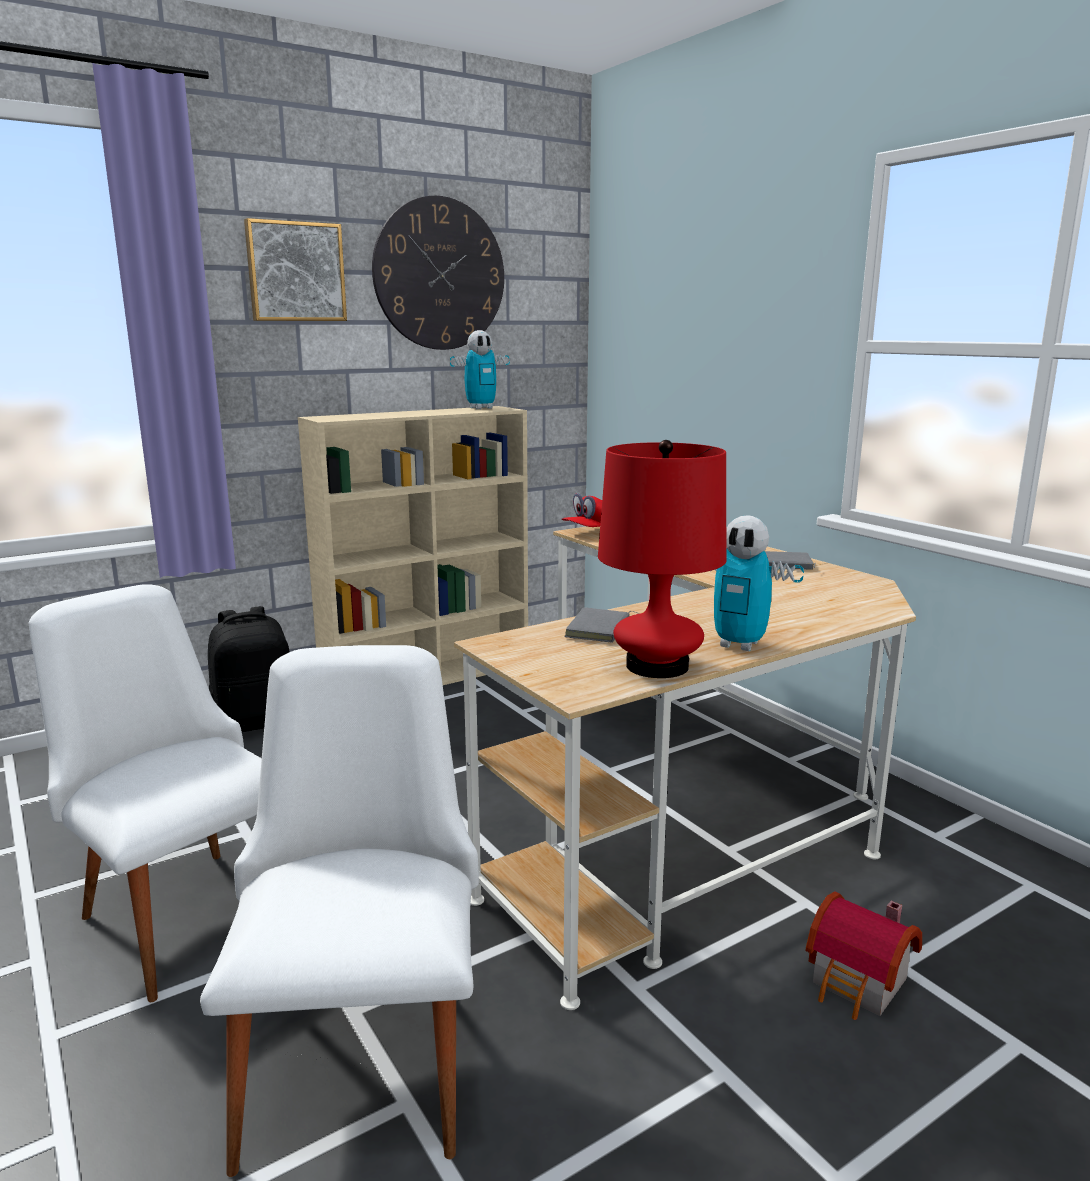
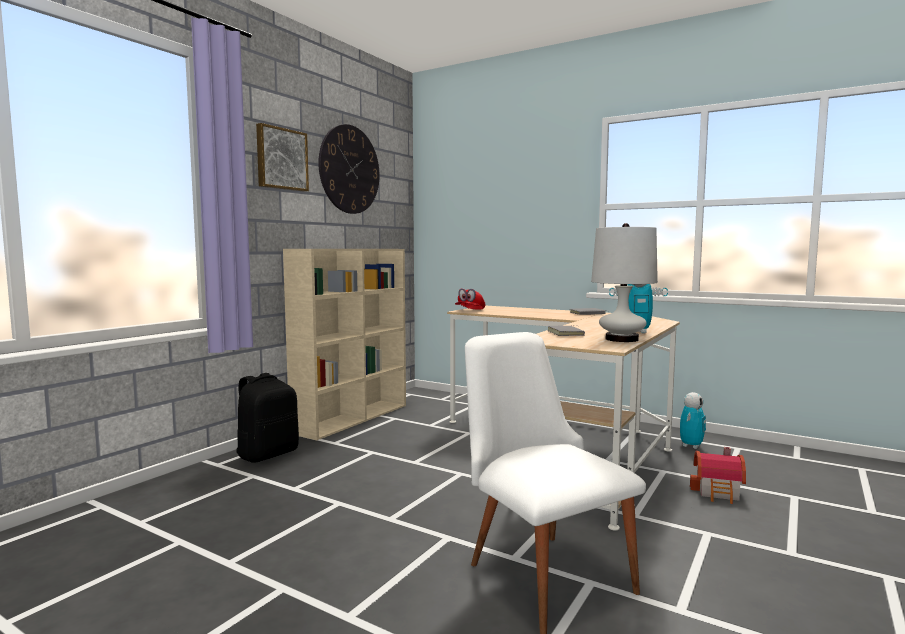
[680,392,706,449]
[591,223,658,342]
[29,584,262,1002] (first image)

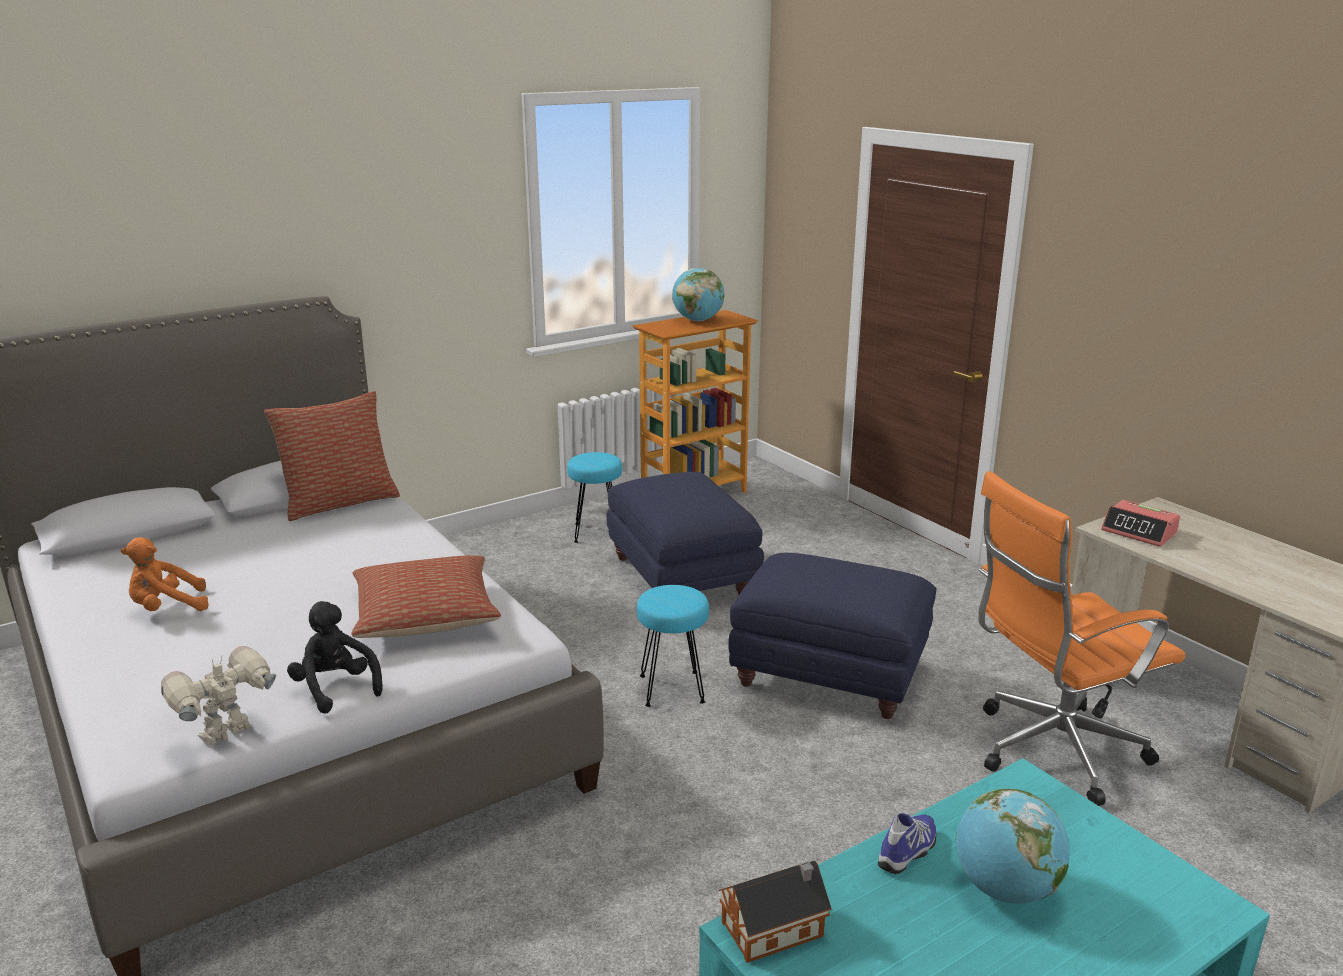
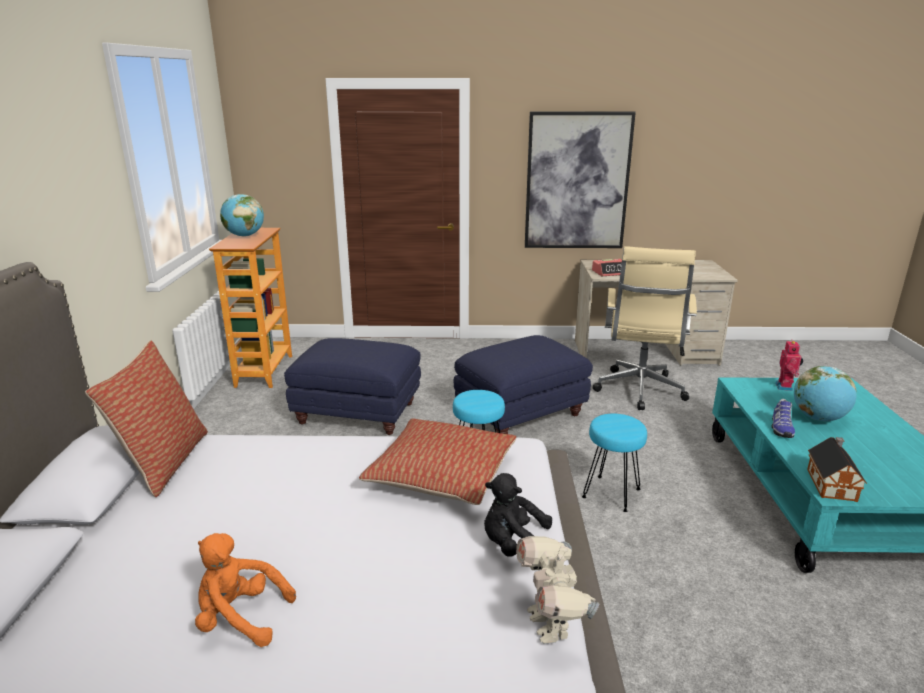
[582,413,647,512]
[593,246,697,410]
[195,533,296,647]
[772,399,795,438]
[525,112,636,248]
[775,340,803,391]

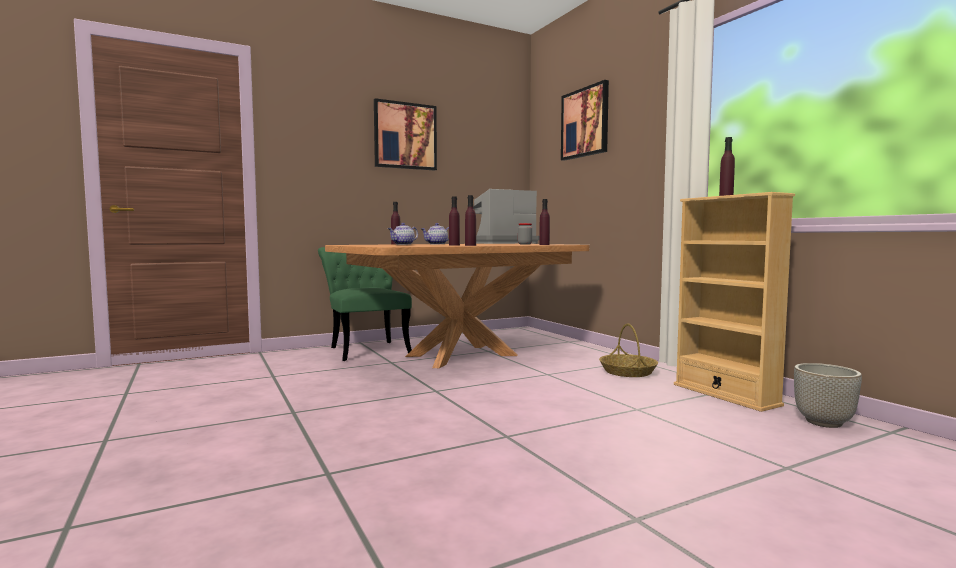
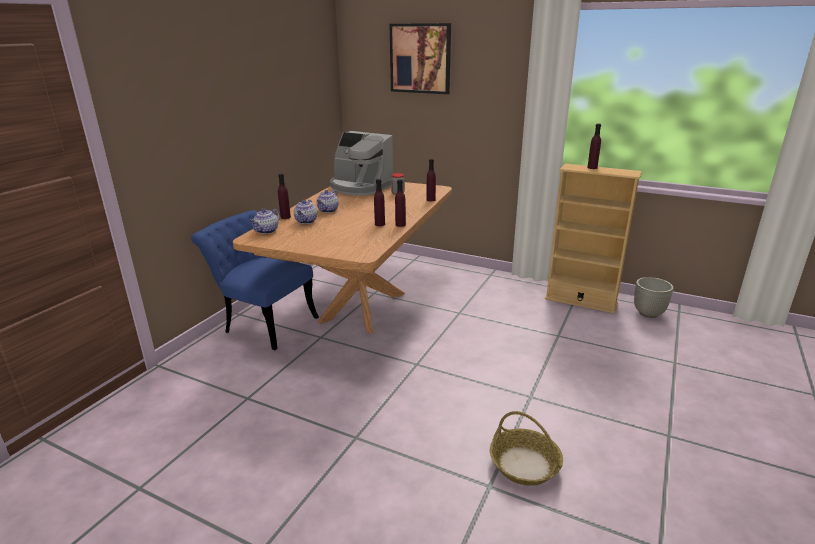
[374,98,437,171] (first image)
[330,131,393,196]
[191,210,319,350]
[490,411,563,486]
[250,209,280,234]

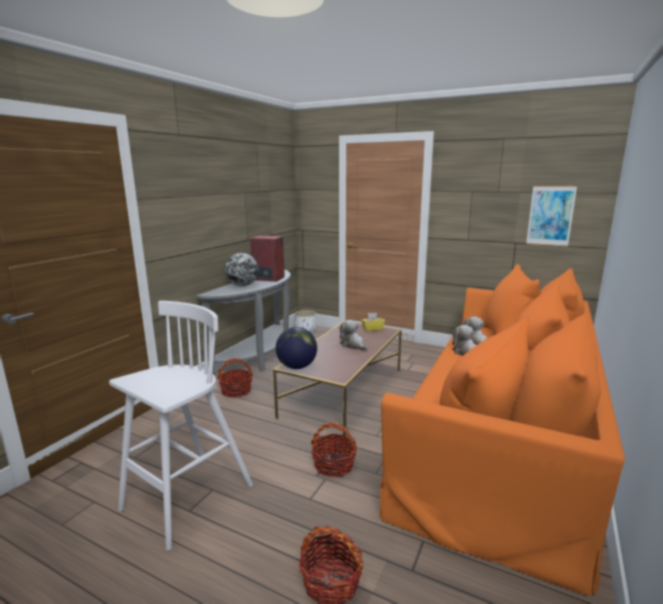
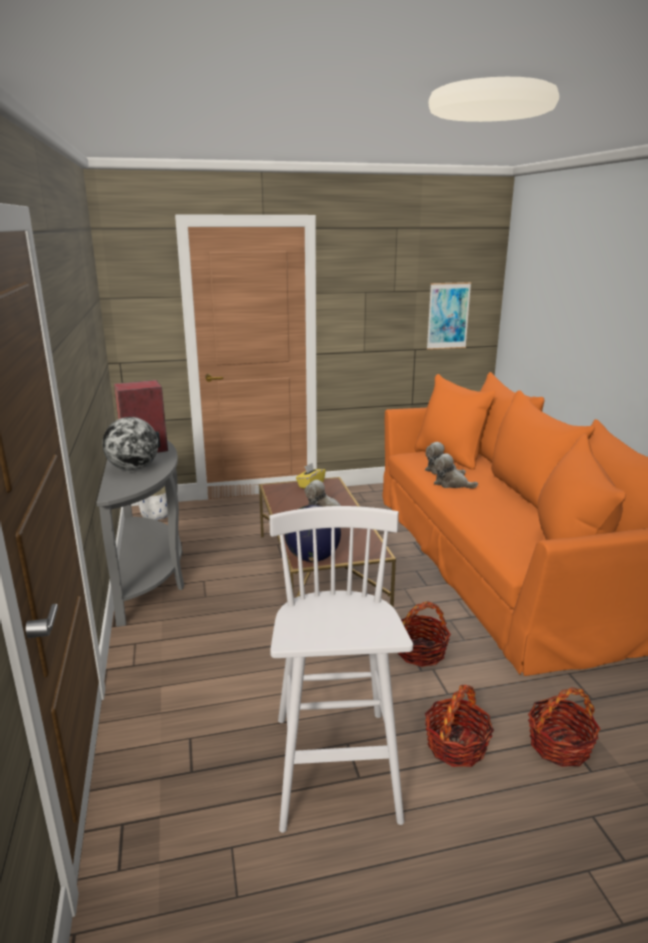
[425,685,494,767]

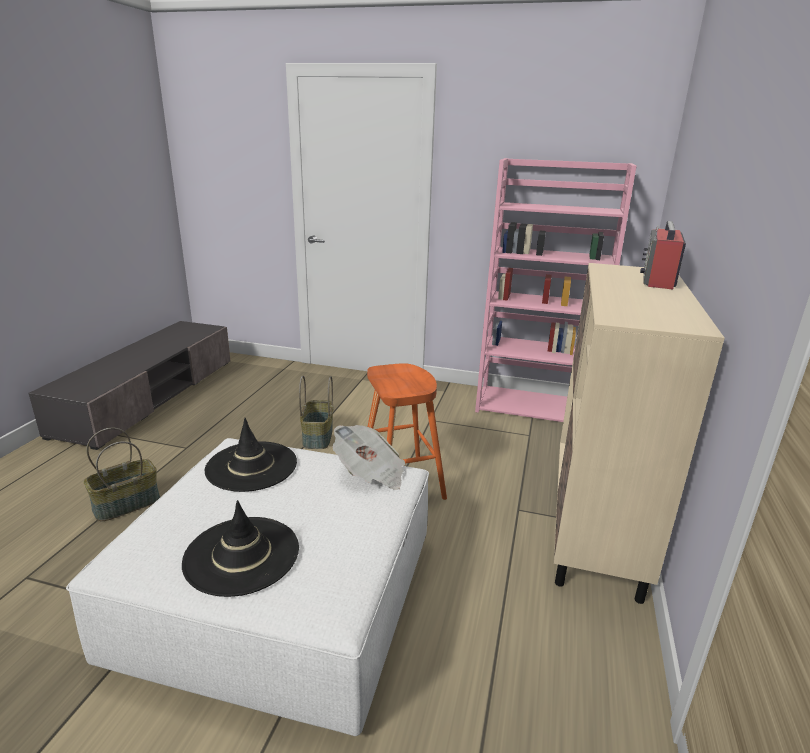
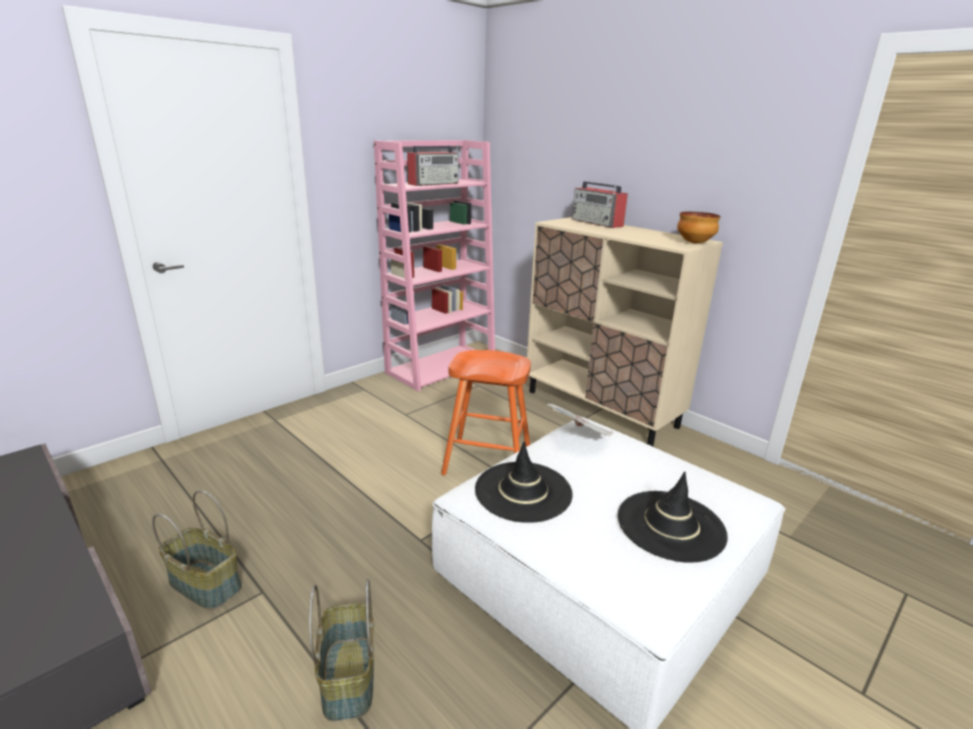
[152,490,242,610]
[407,144,458,186]
[677,212,721,243]

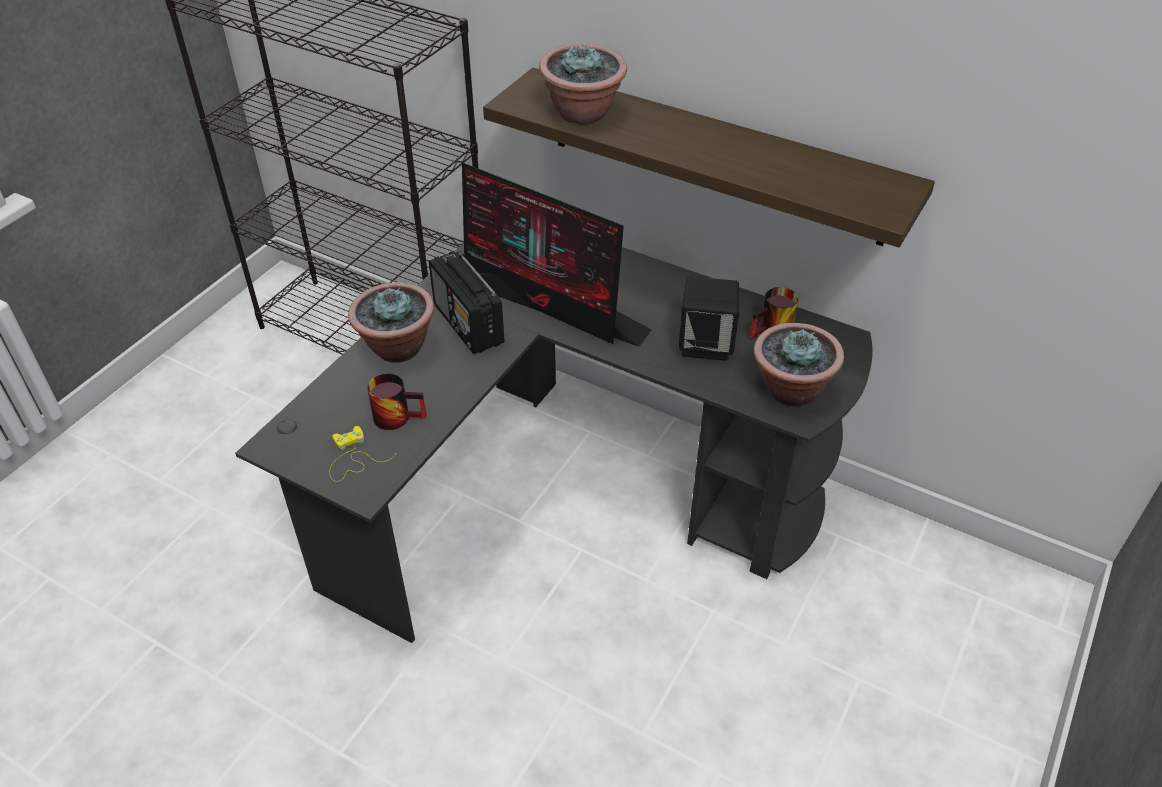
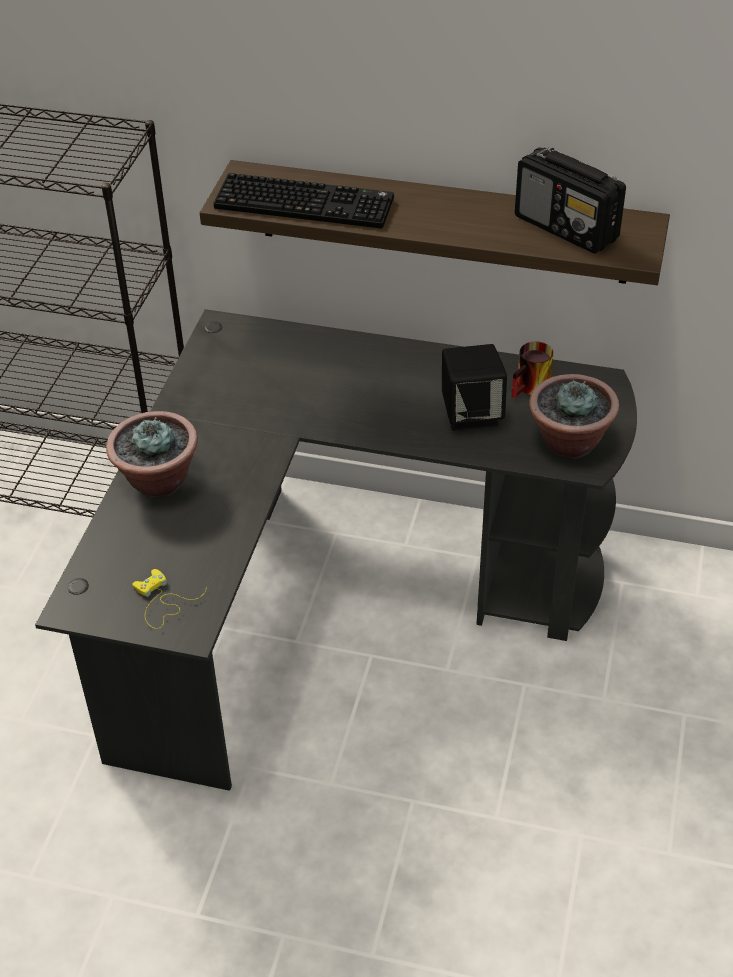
[213,173,394,229]
[462,162,652,347] (first image)
[515,147,626,254]
[367,373,427,430] (first image)

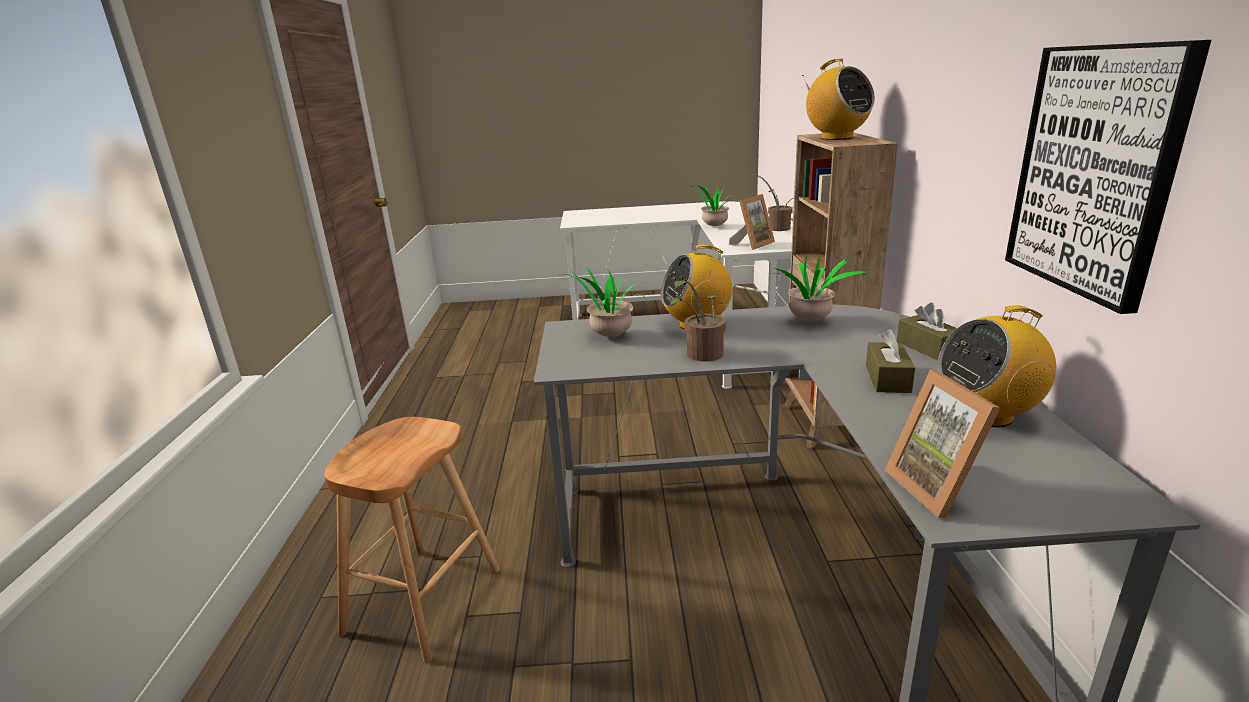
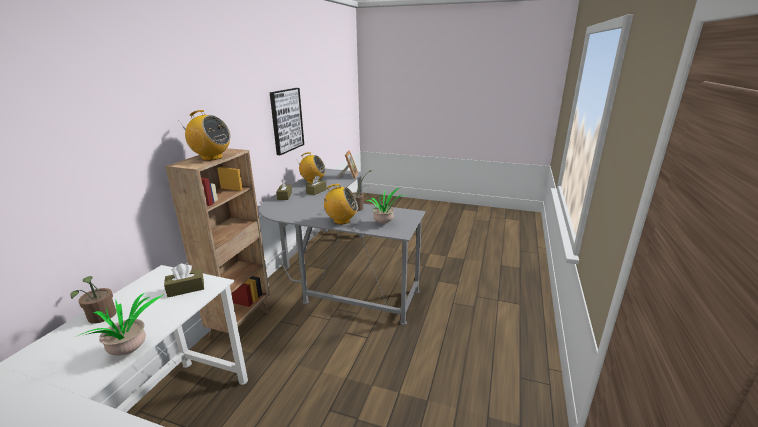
[178,110,231,161]
[164,264,204,297]
[769,255,869,321] (first image)
[324,417,500,663] (first image)

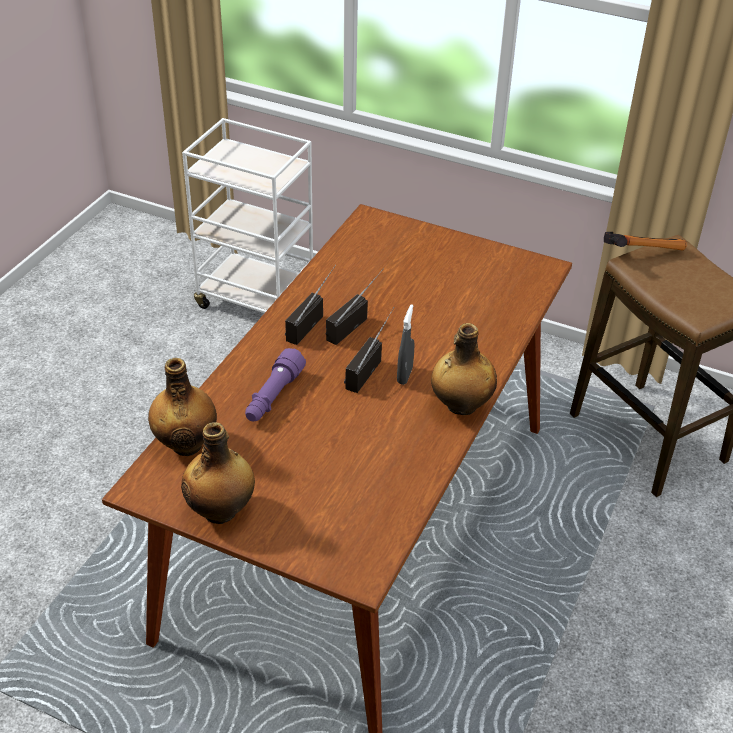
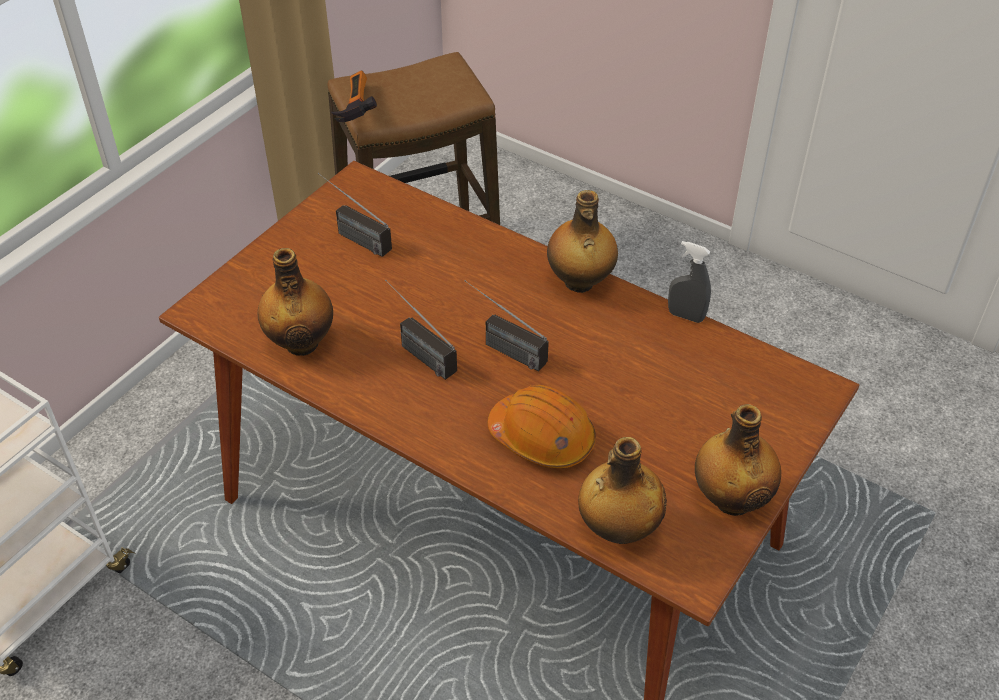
[318,173,392,257]
[668,241,711,323]
[488,385,596,468]
[258,248,333,356]

